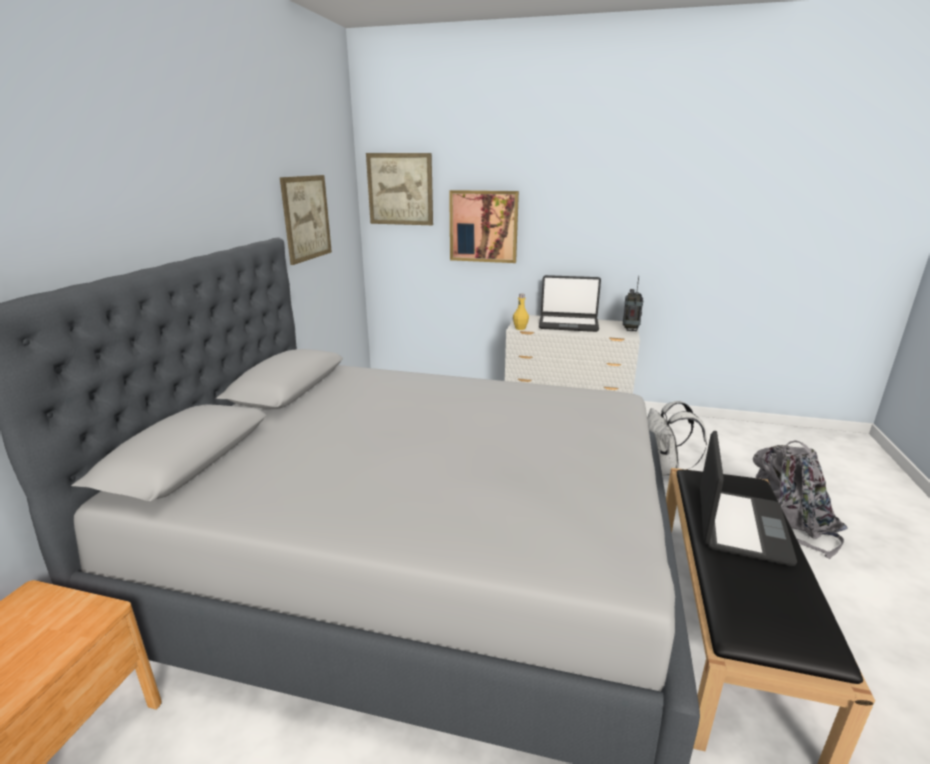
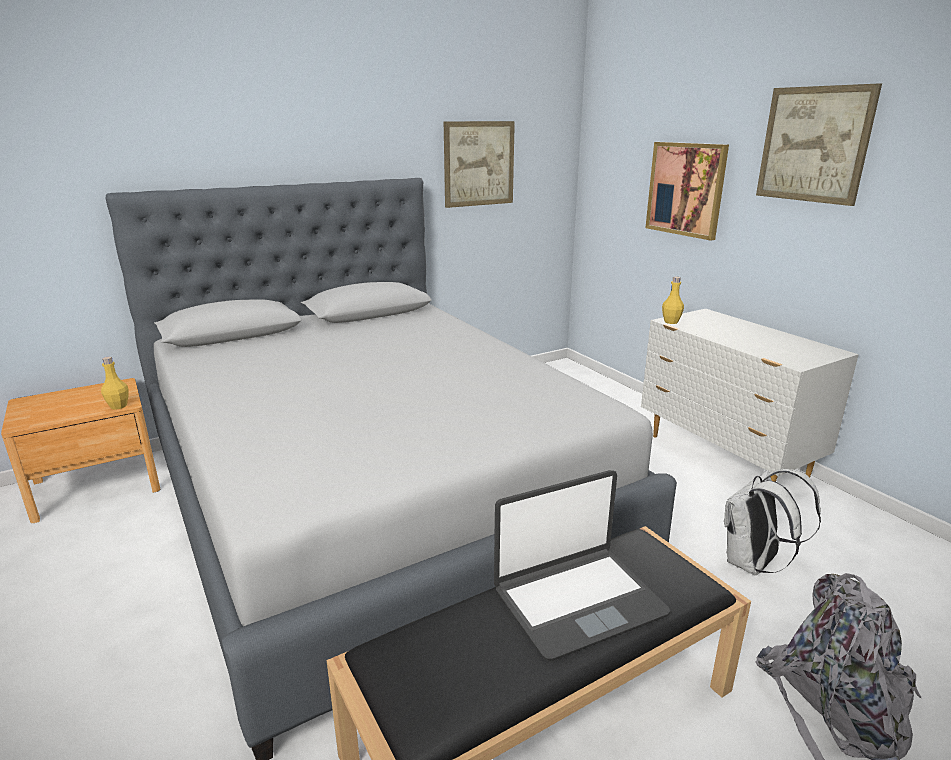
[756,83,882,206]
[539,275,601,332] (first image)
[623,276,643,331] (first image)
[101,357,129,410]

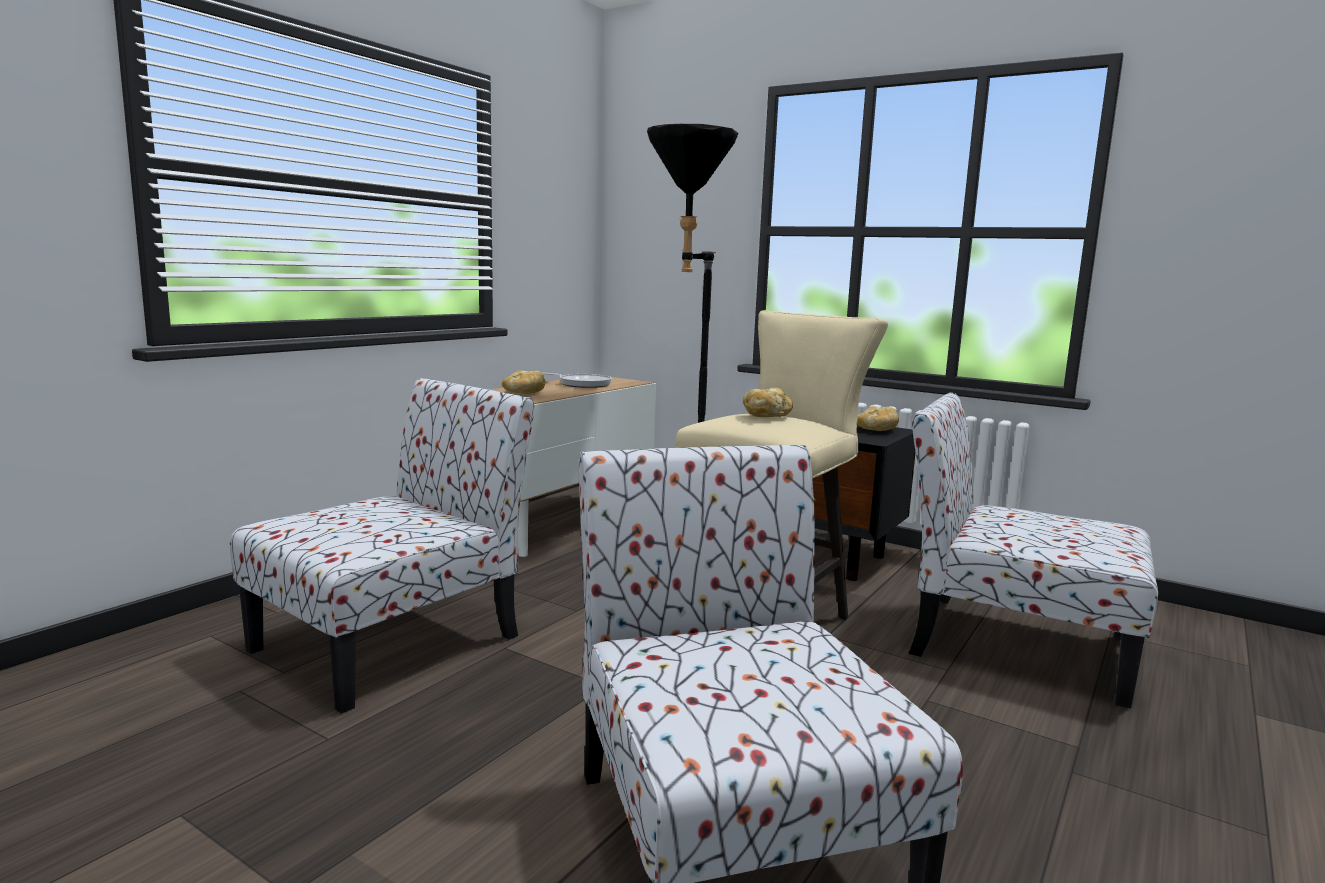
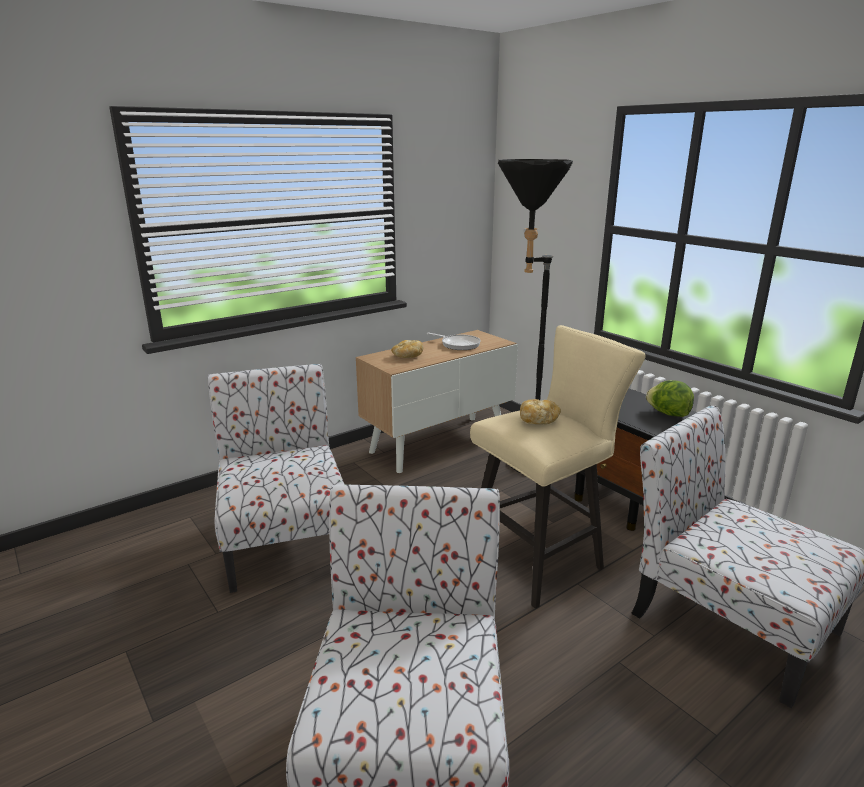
[208,364,345,593]
[646,380,694,417]

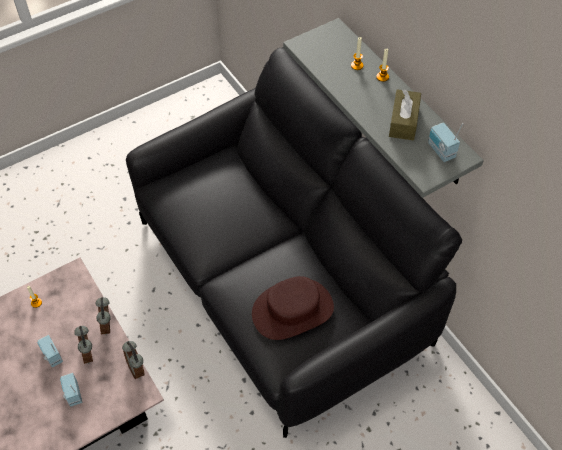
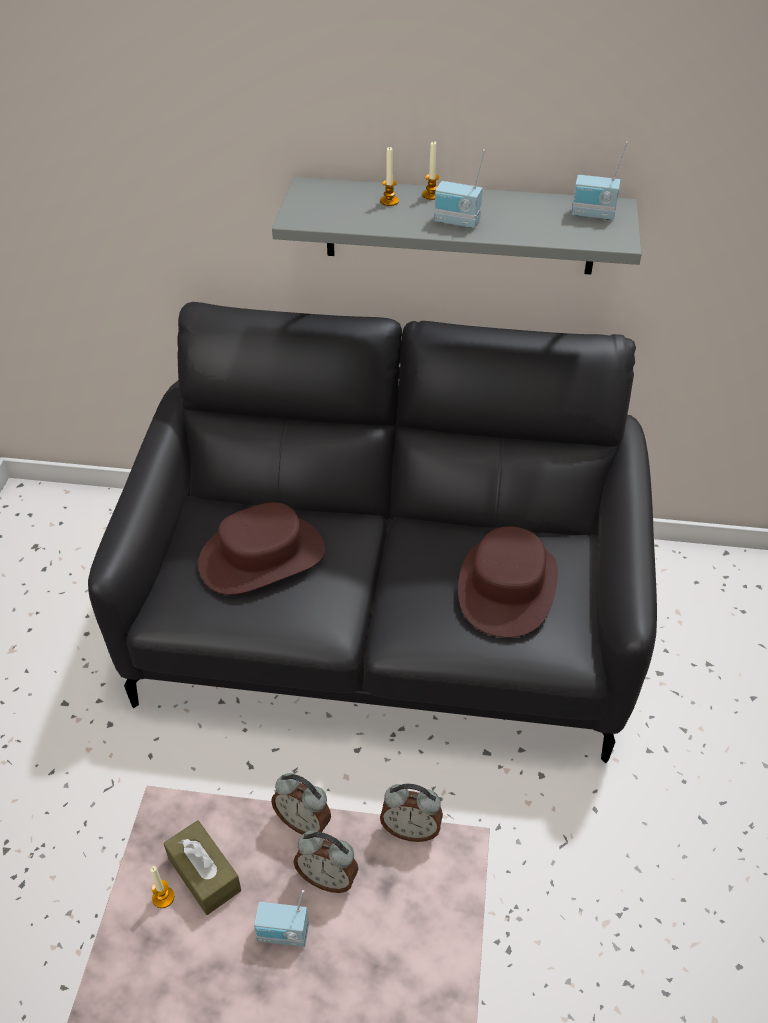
[164,820,241,915]
[434,149,485,228]
[198,502,325,595]

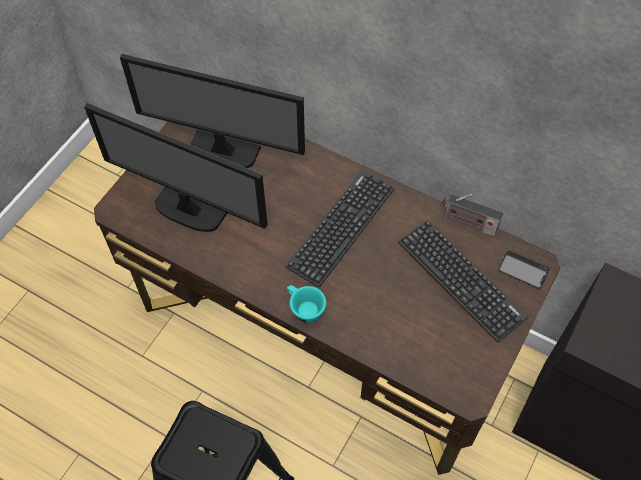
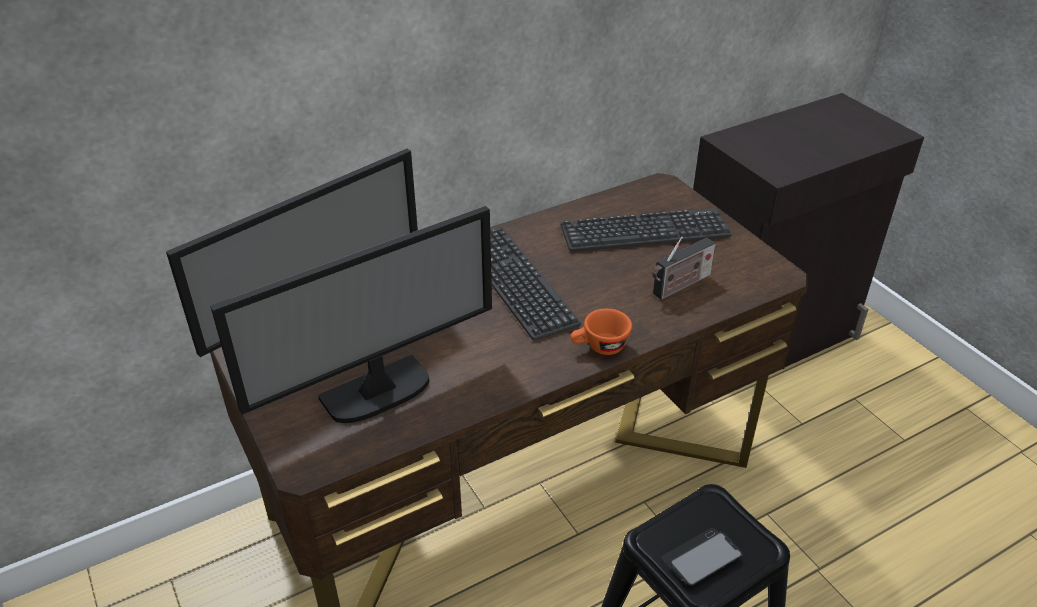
[652,236,716,300]
[662,528,743,586]
[570,309,632,355]

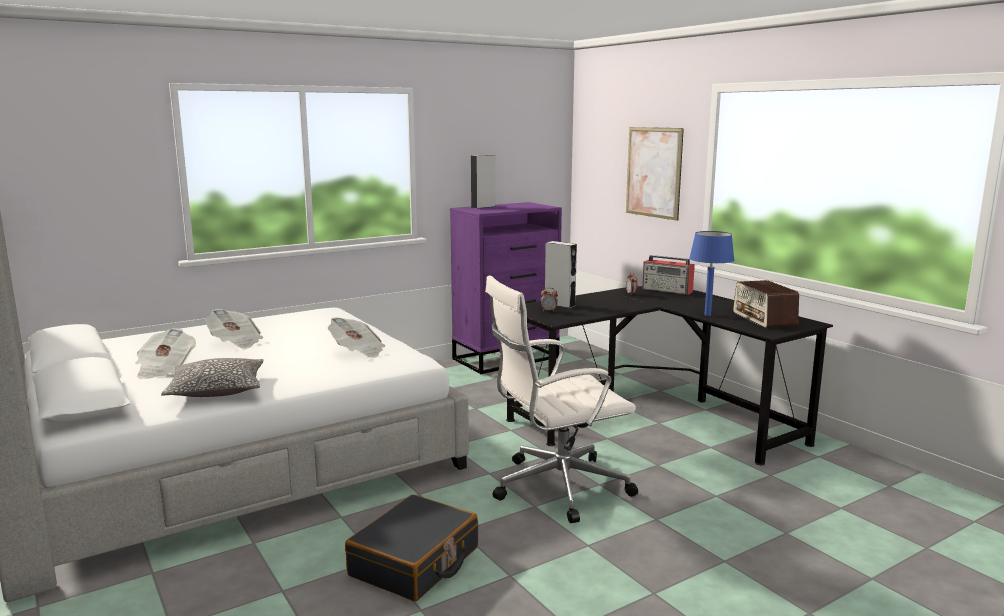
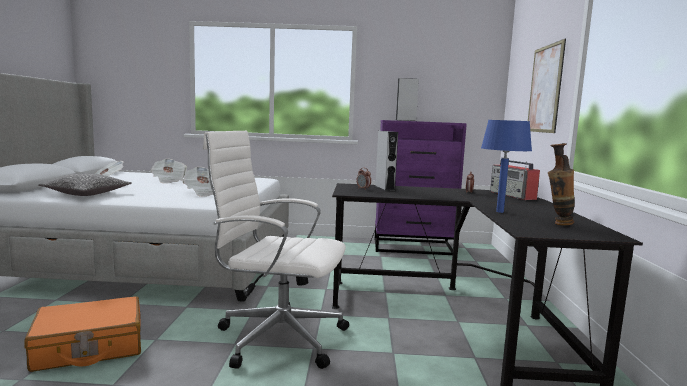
[548,143,574,225]
[24,296,141,372]

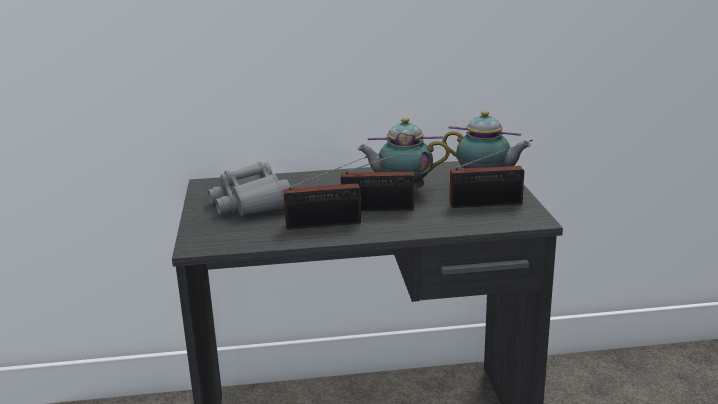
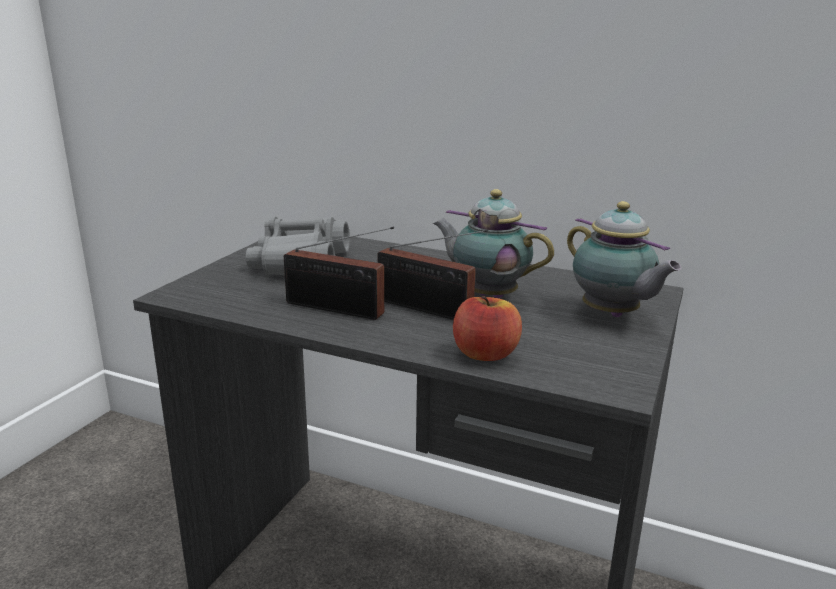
[449,140,533,208] (first image)
[453,296,522,361]

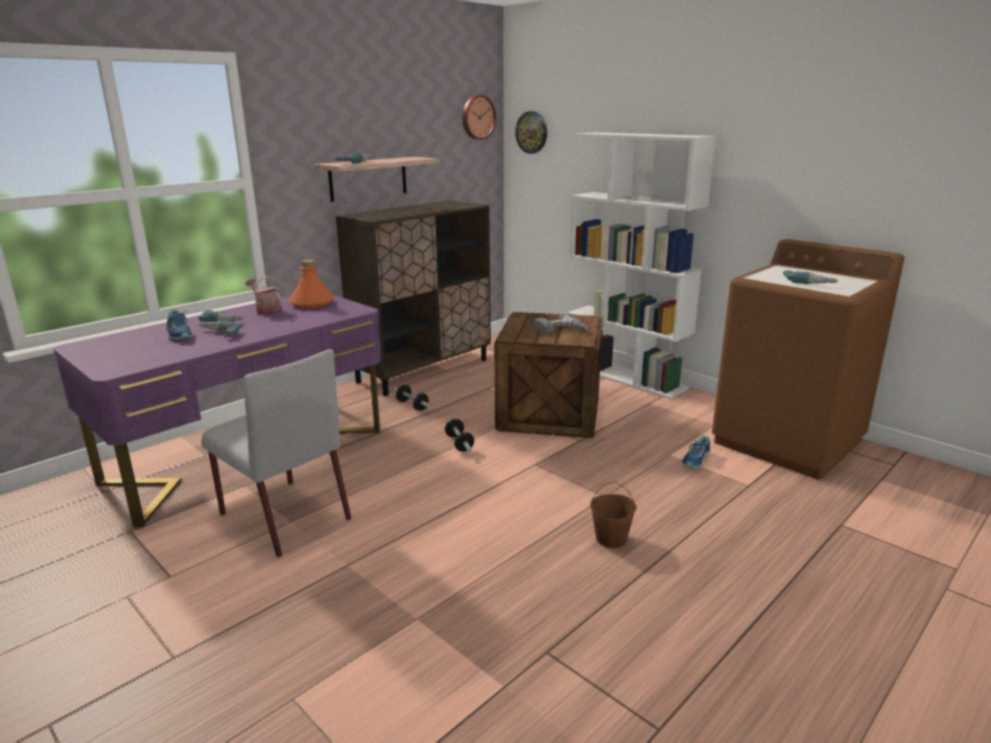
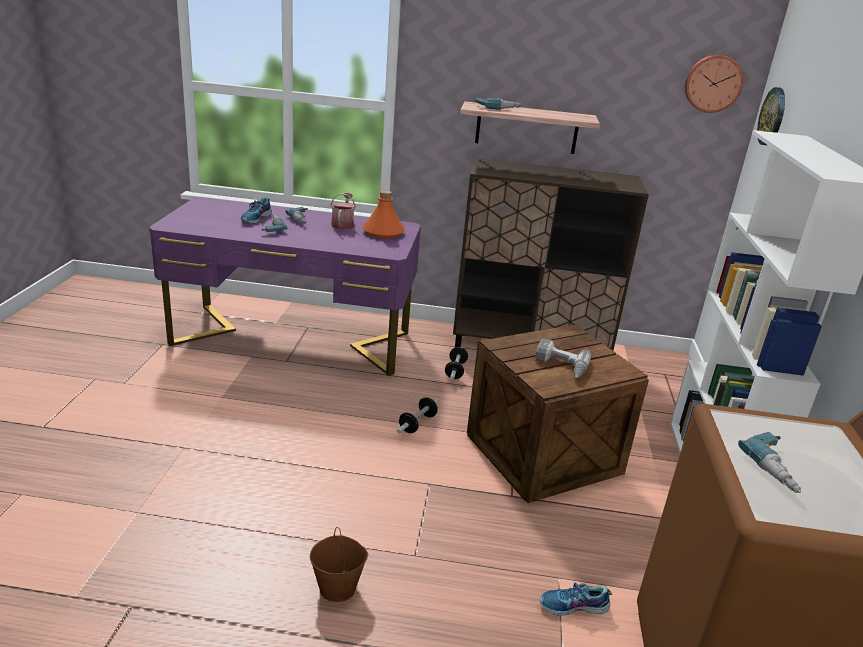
[201,349,351,557] (first image)

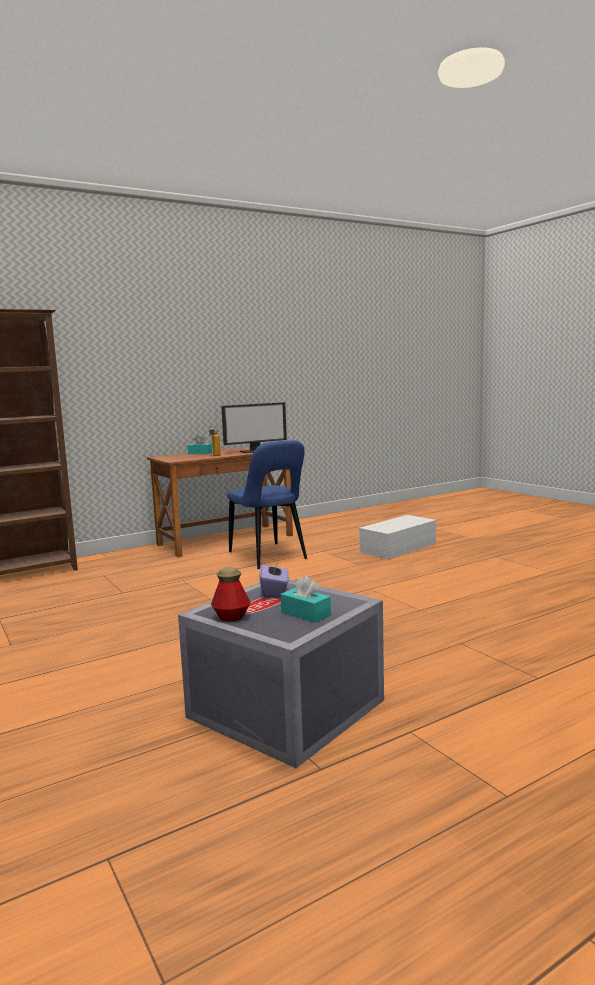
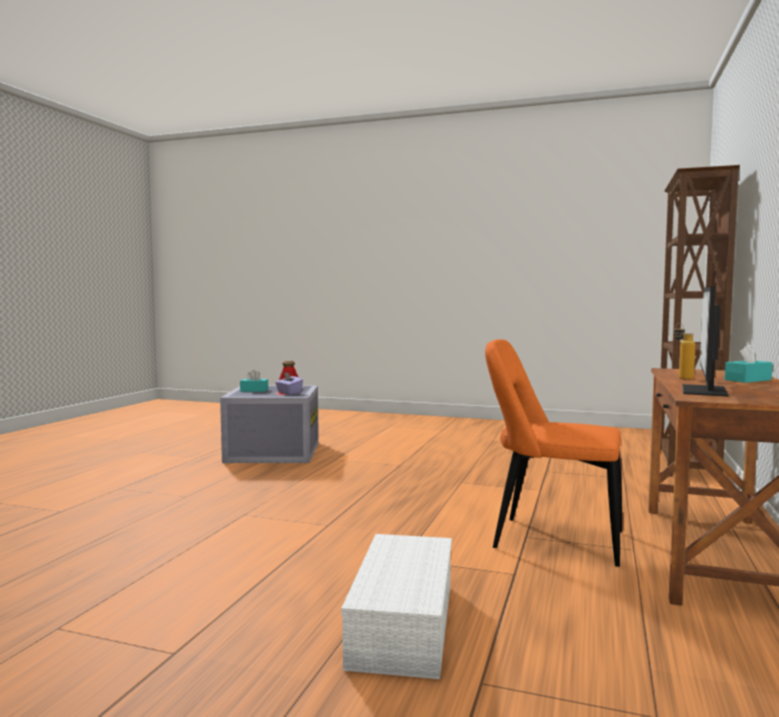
[485,339,622,567]

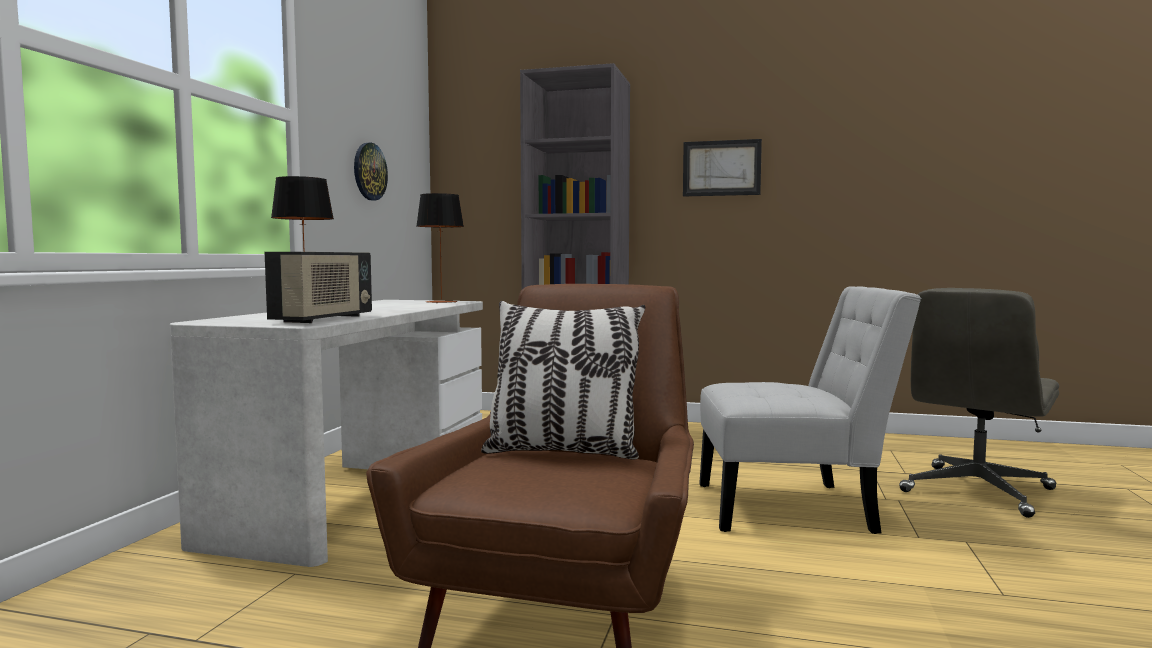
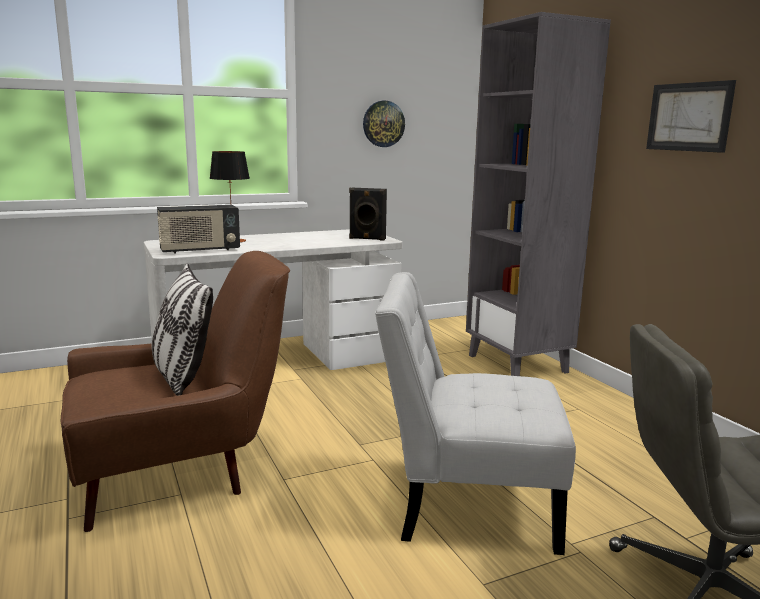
[349,188,387,241]
[375,272,576,555]

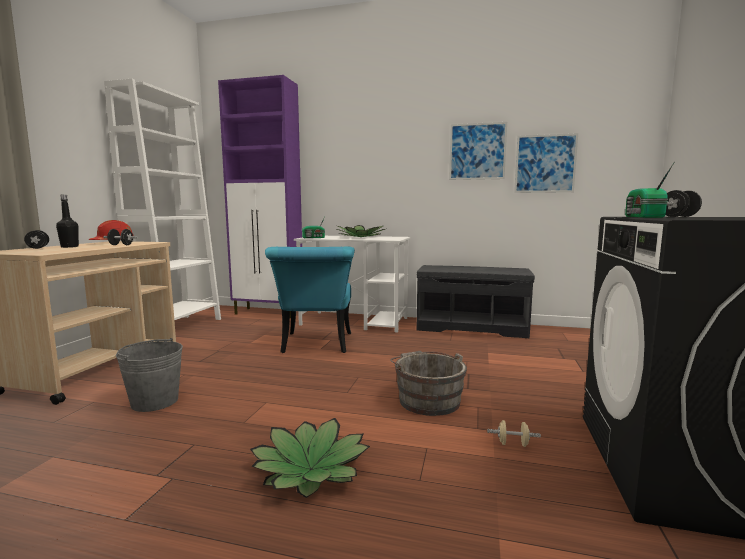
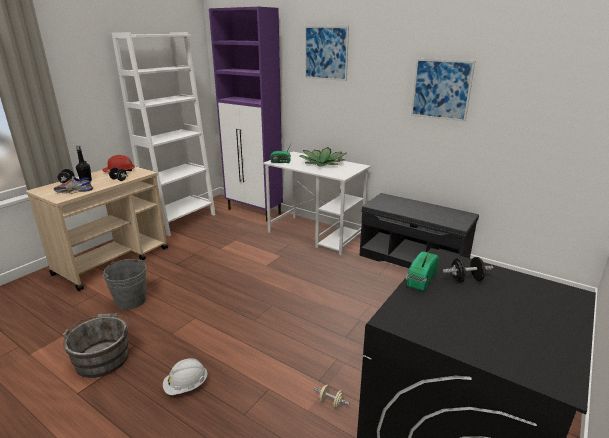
[305,26,349,81]
[265,247,355,353] (first image)
[63,313,130,378]
[163,358,208,395]
[54,176,93,194]

